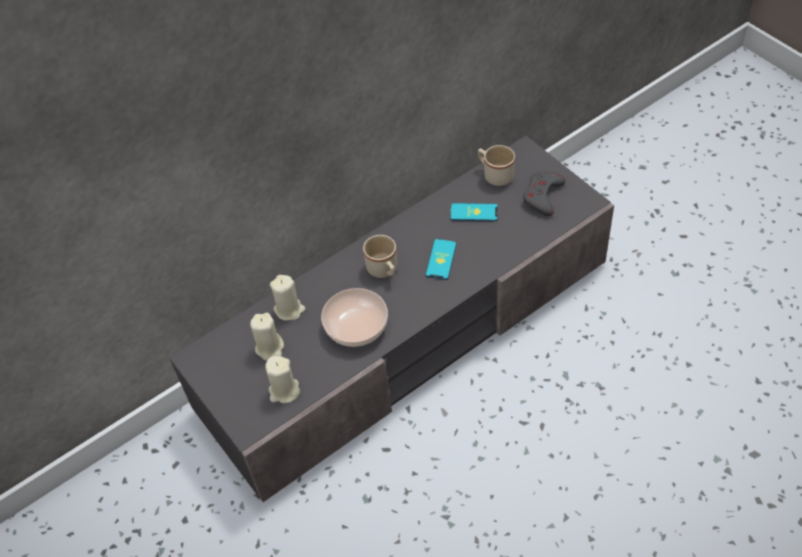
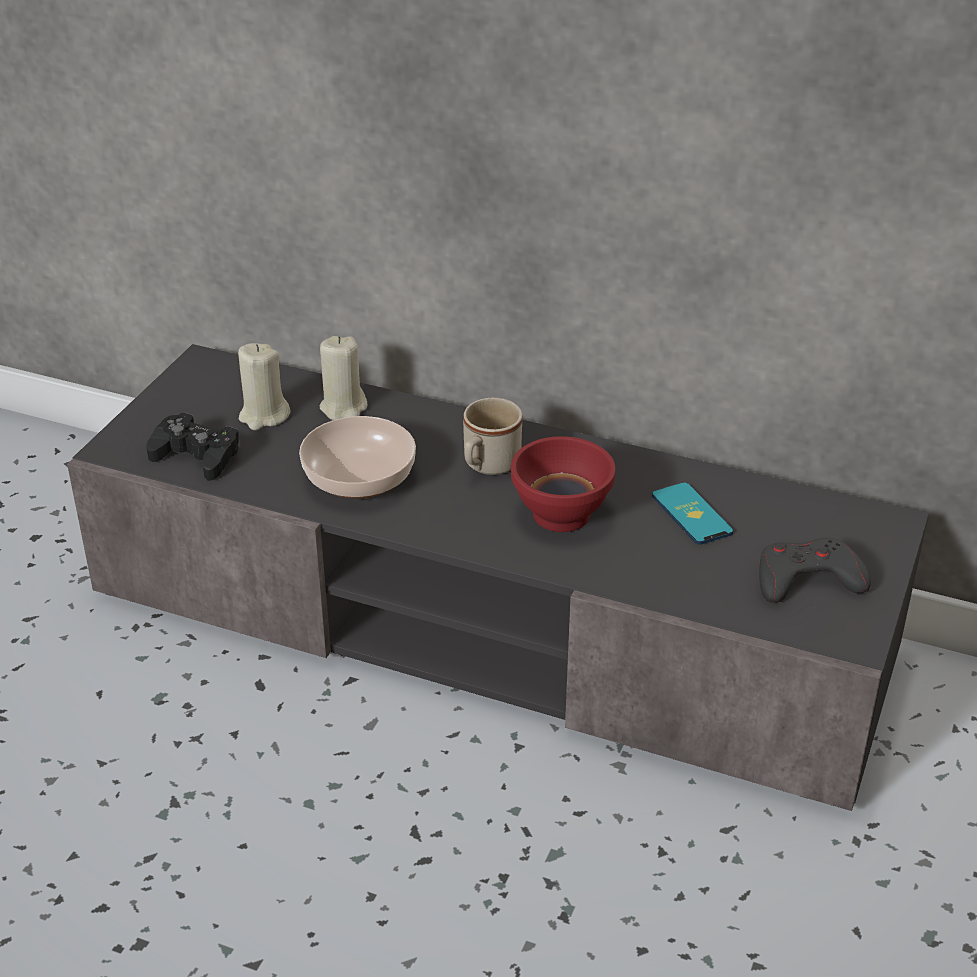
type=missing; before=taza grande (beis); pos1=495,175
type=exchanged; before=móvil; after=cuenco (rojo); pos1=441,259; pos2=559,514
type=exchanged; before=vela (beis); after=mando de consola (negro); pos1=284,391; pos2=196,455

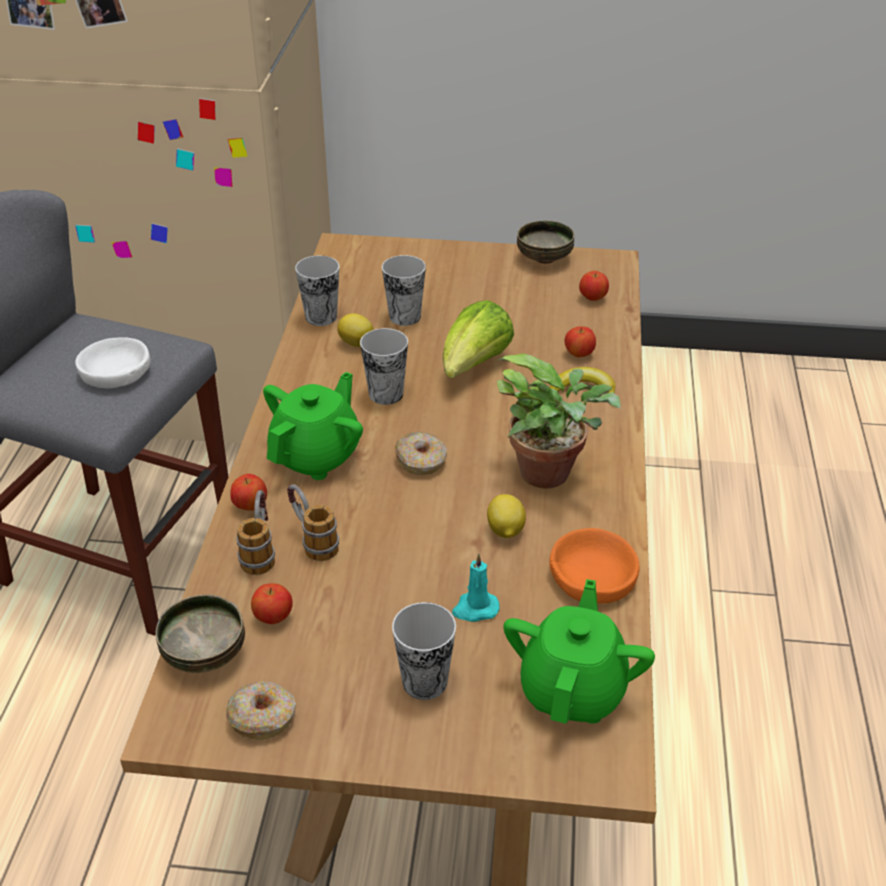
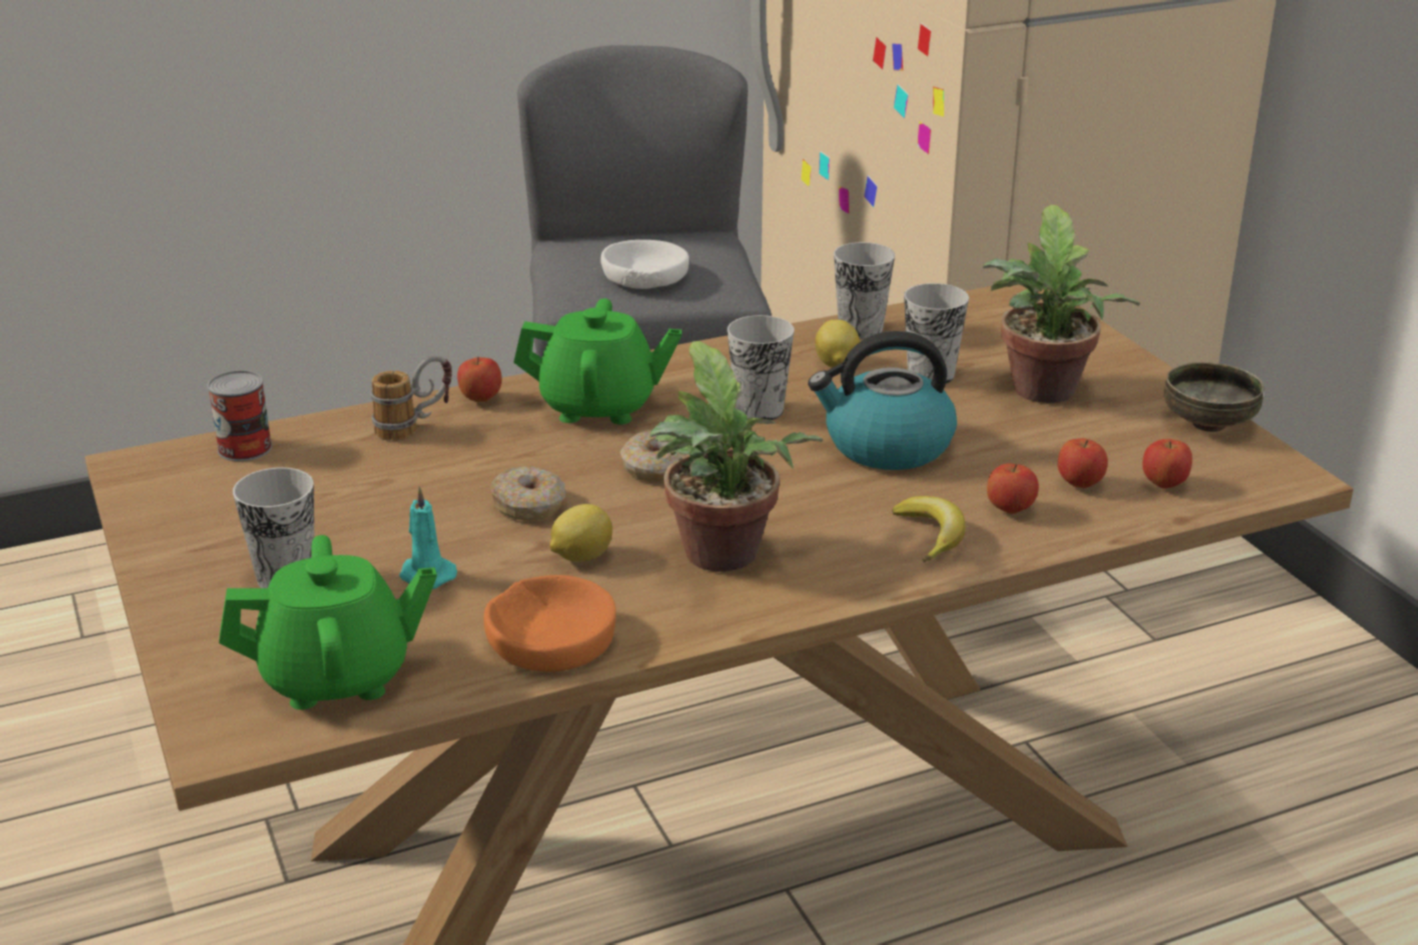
type=exchanged; before=lechuga; after=hervidor; pos1=474,366; pos2=886,446
type=missing; before=taza grande; pos1=312,540
type=relocated; before=manzana; pos1=273,617; pos2=1080,484
type=exchanged; before=cuenco; after=lata; pos1=205,653; pos2=245,448
type=relocated; before=rosquilla; pos1=263,717; pos2=530,505
type=appeared; after=planta en maceta; pos2=1043,393

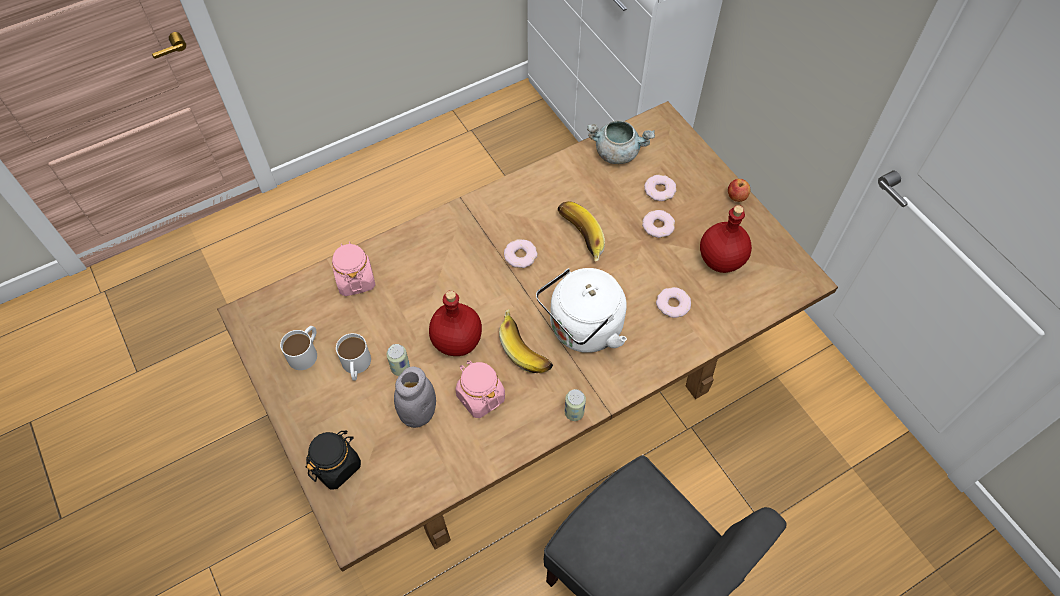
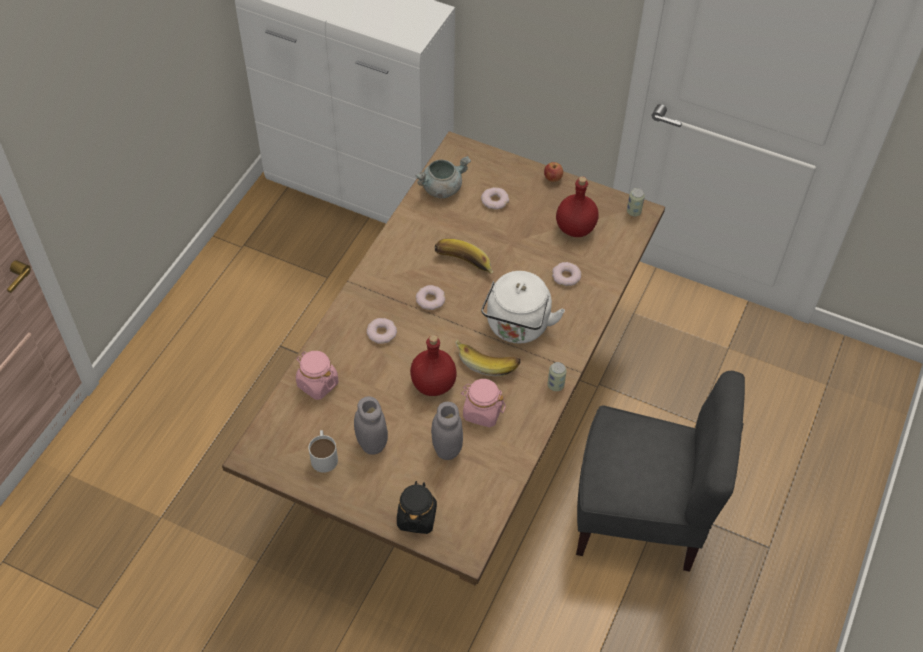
type=relocated; before=rosquilla; pos1=658,226; pos2=381,333
type=exchanged; before=taza grande (blanco); after=tarro (gris); pos1=356,366; pos2=372,443
type=relocated; before=lata; pos1=400,368; pos2=633,211

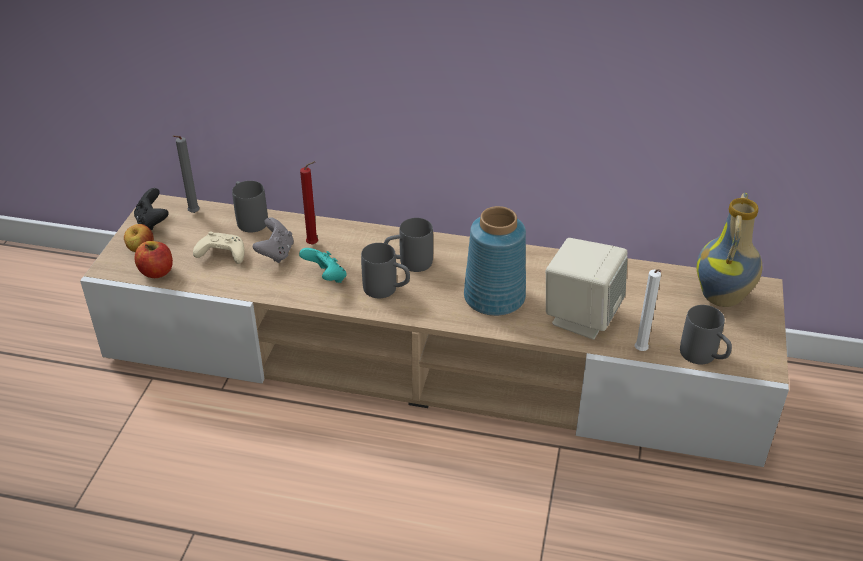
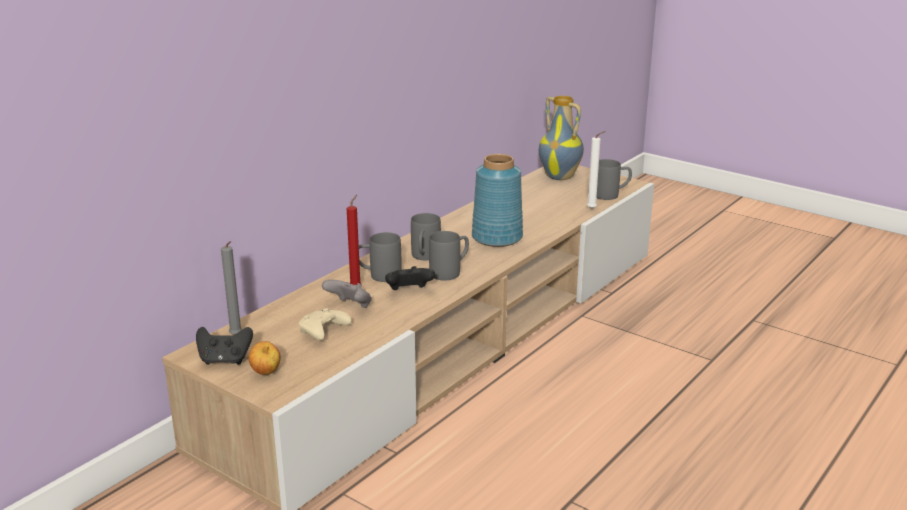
type=relocated; before=taza grande (gris); pos1=249,219; pos2=378,276
type=missing; before=altavoz (beis); pos1=581,316
type=missing; before=manzana; pos1=156,272
type=colour; before=mando de consola (turquesa); after=mando de consola (negro); pos1=326,278; pos2=409,292

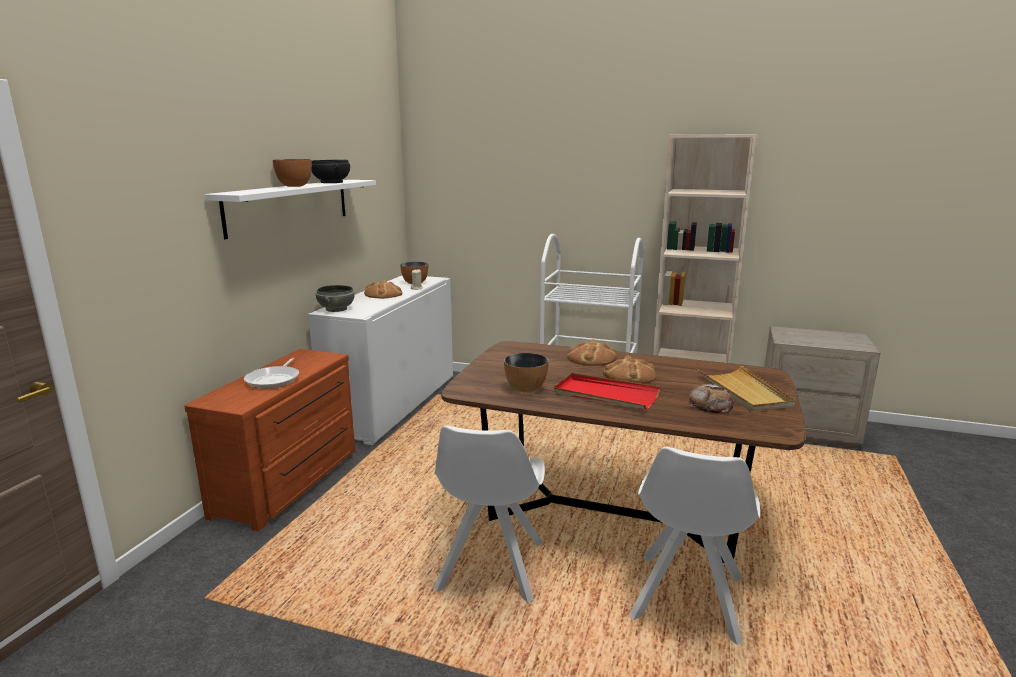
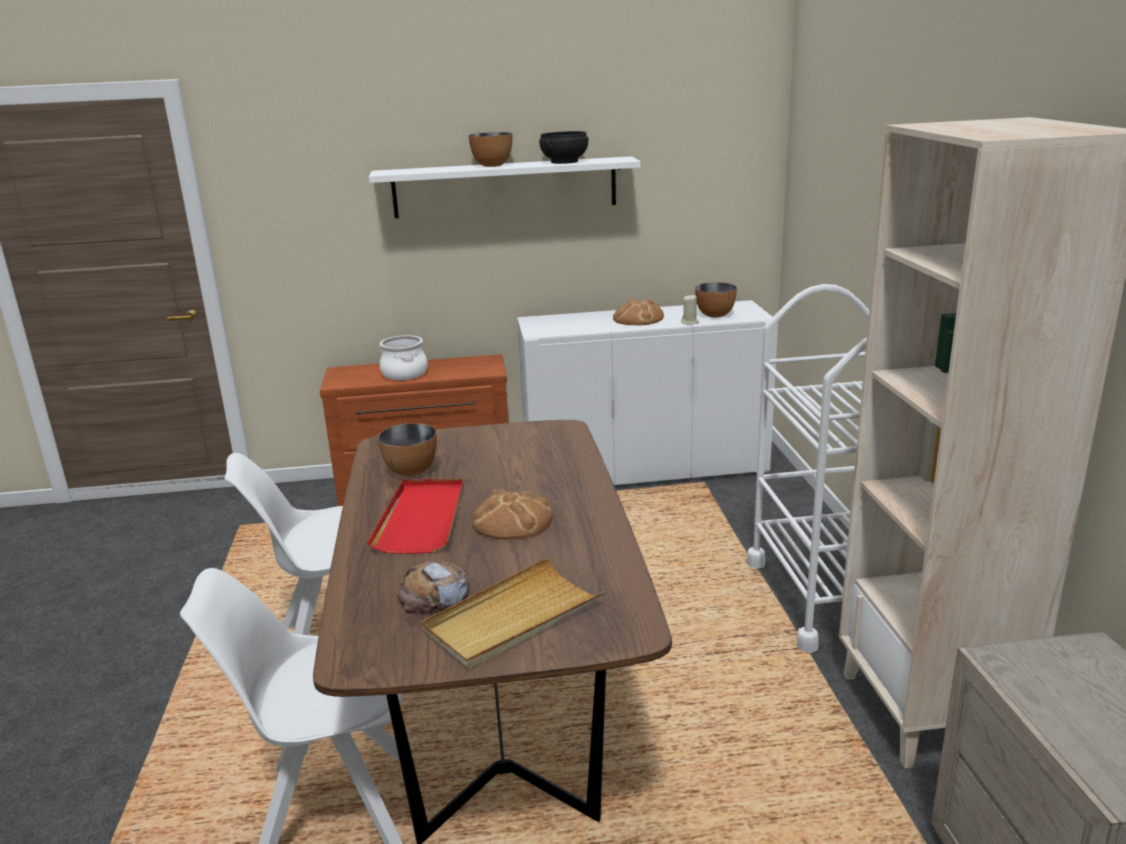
type=missing; before=cuenco (gris); pos1=336,309
type=missing; before=pan; pos1=591,358
type=exchanged; before=sartén; after=olla; pos1=274,380; pos2=405,373

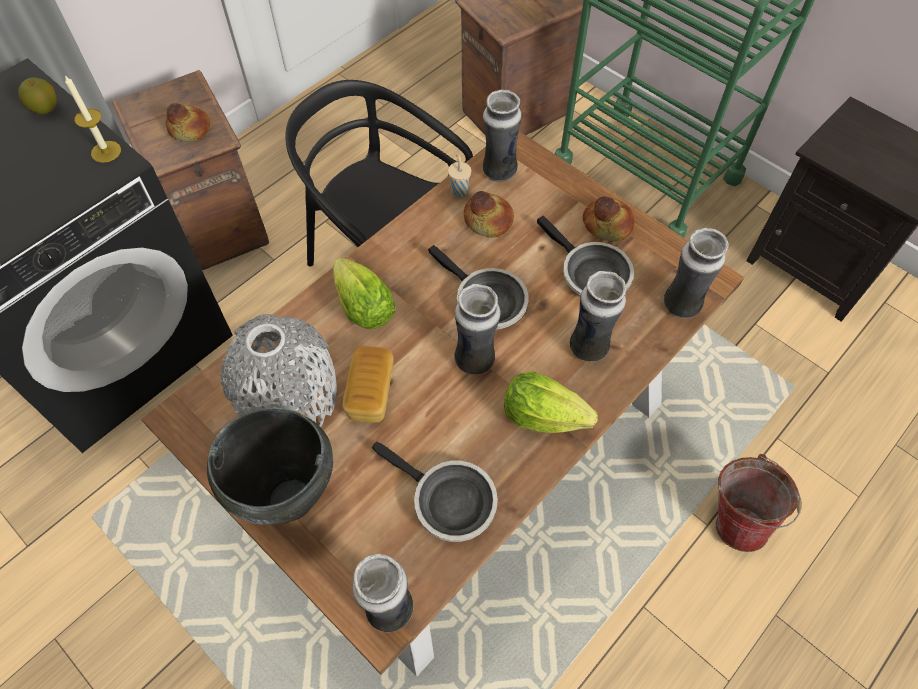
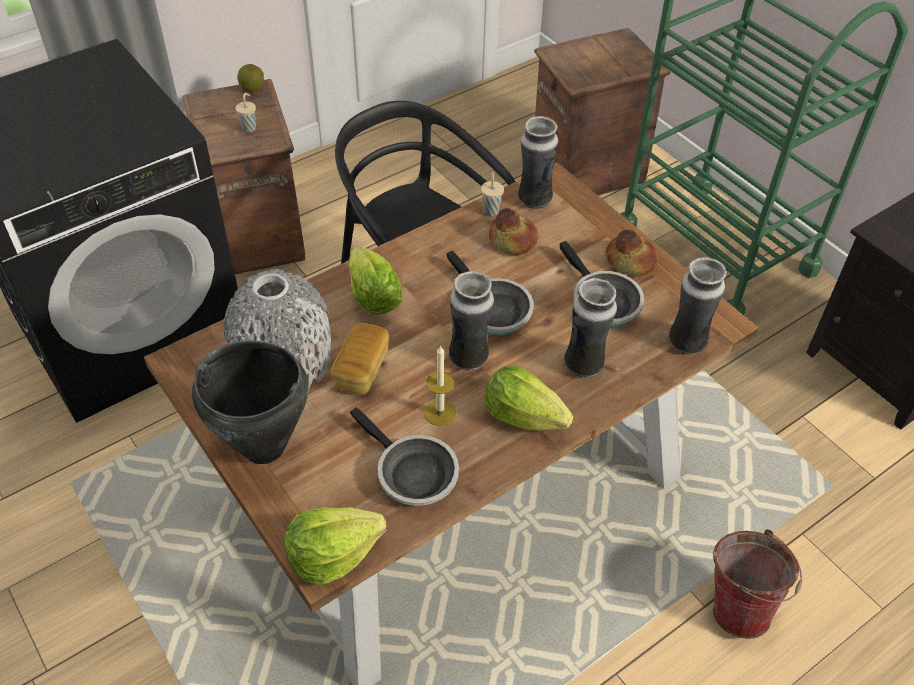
type=relocated; before=vela; pos1=106,151; pos2=440,413
type=relocated; before=manzana; pos1=45,108; pos2=252,89
type=exchanged; before=pan; after=taza (beis); pos1=190,129; pos2=249,128
type=exchanged; before=florero; after=lechuga; pos1=389,609; pos2=332,554

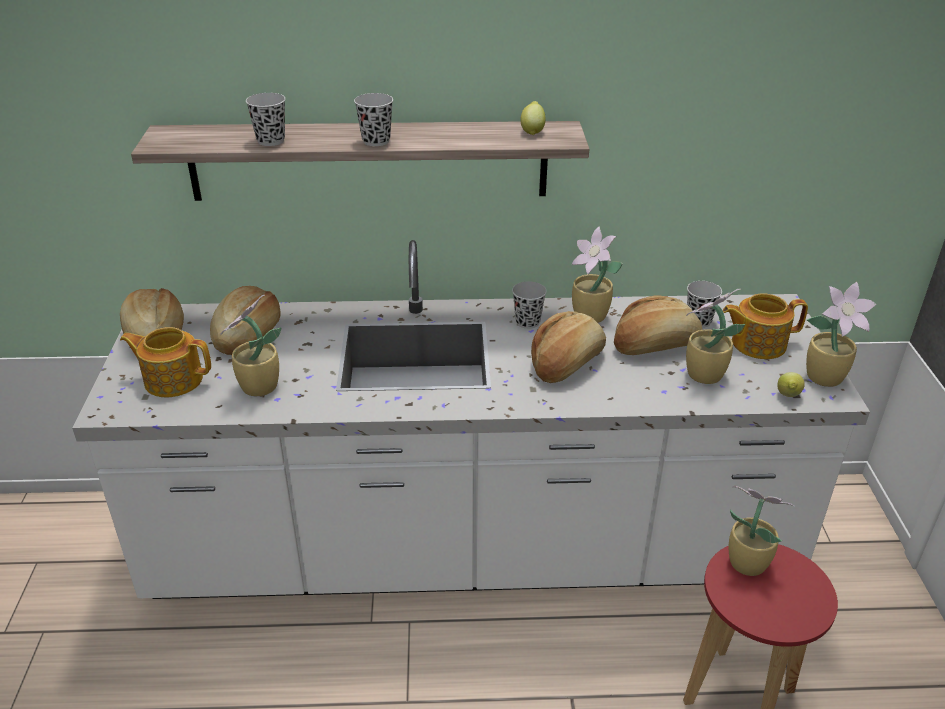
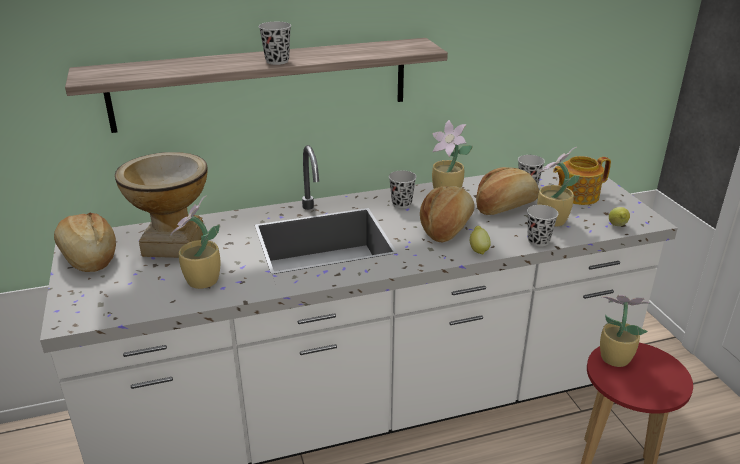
type=relocated; before=taza (negro); pos1=271,141; pos2=538,241
type=relocated; before=limón; pos1=532,131; pos2=478,250
type=missing; before=planta en maceta; pos1=826,378
type=exchanged; before=pan; after=florero; pos1=248,335; pos2=174,243
type=missing; before=tetera; pos1=172,379

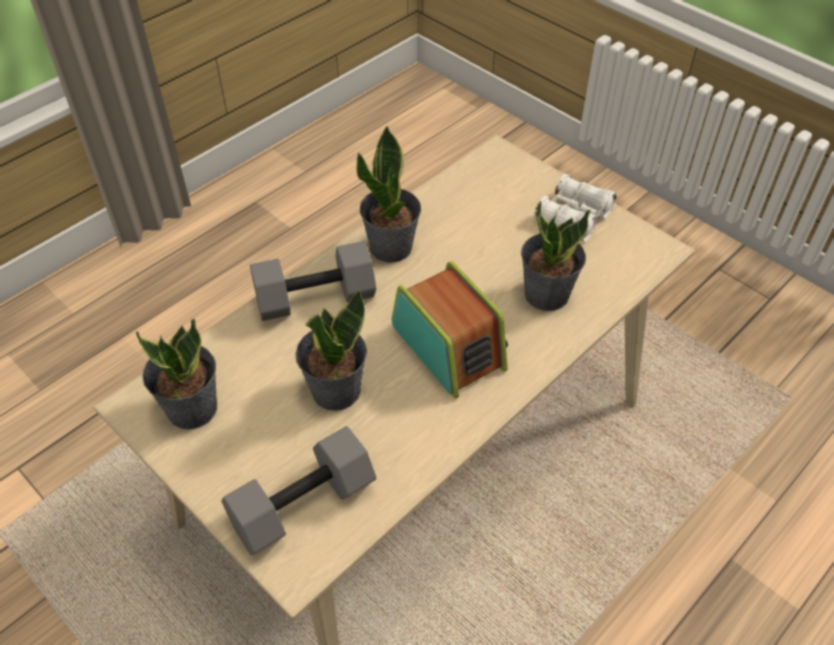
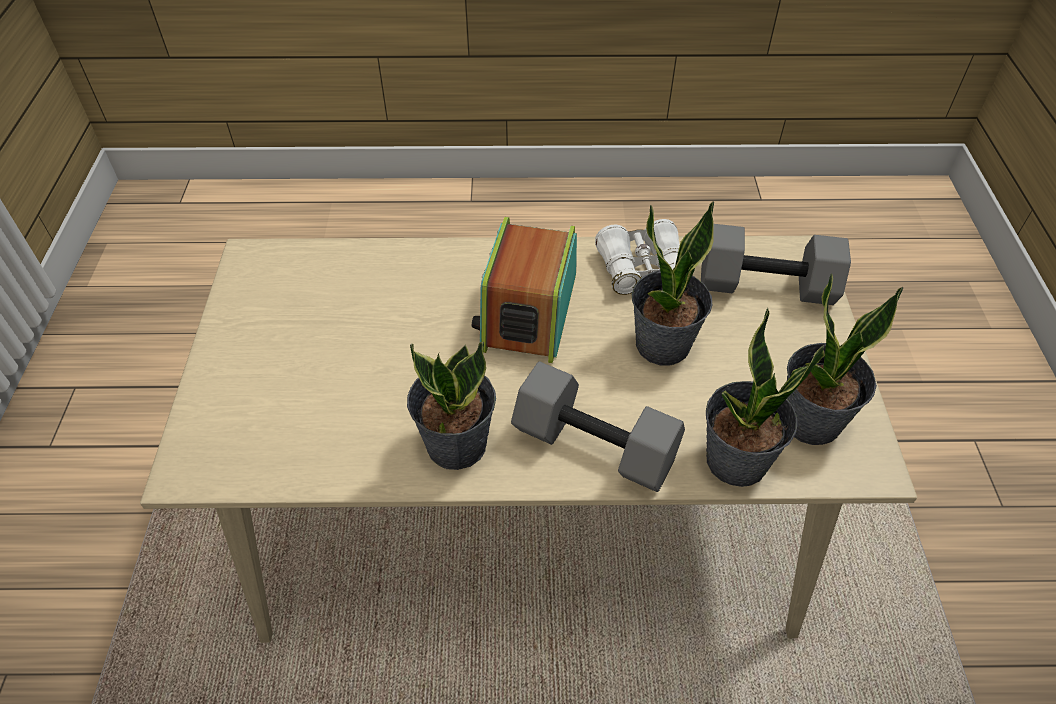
type=relocated; before=prismáticos (blanco); pos1=573,217; pos2=641,269
type=relocated; before=planta en maceta; pos1=546,293; pos2=736,461

